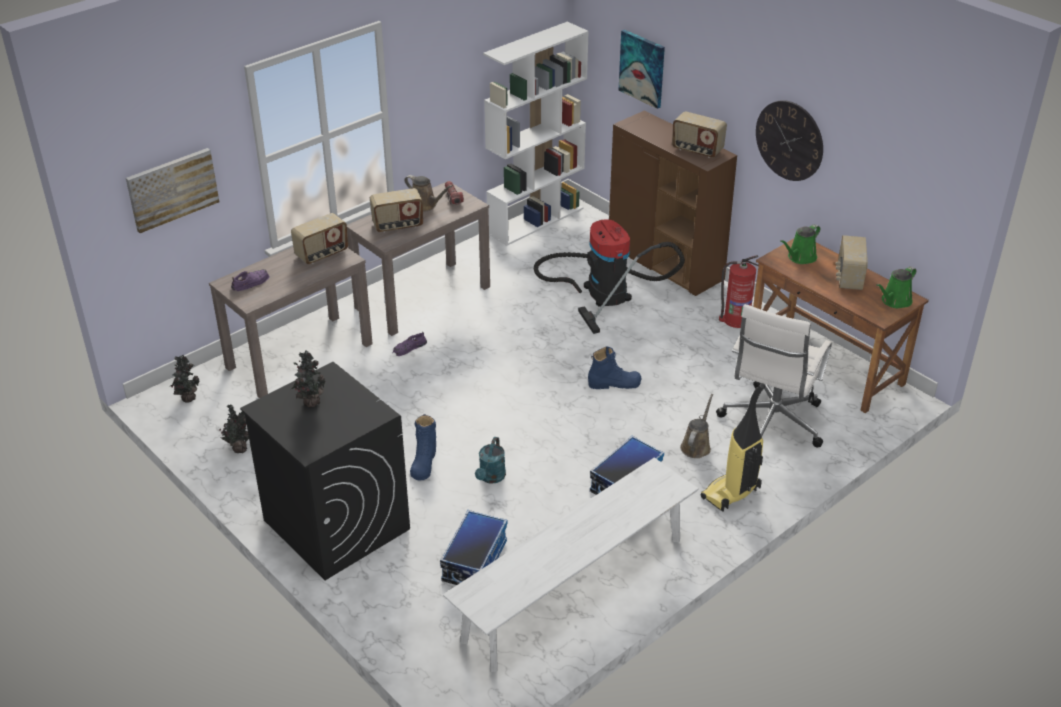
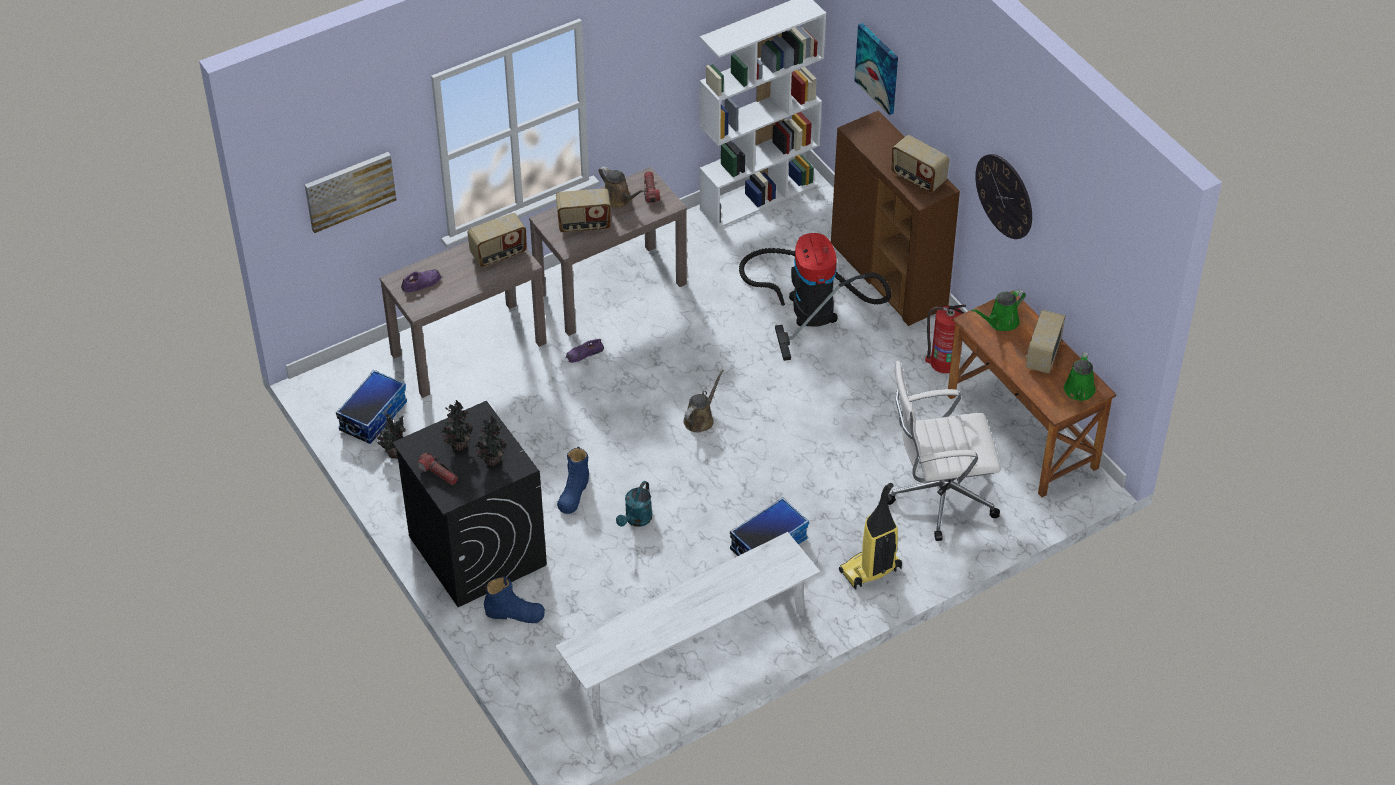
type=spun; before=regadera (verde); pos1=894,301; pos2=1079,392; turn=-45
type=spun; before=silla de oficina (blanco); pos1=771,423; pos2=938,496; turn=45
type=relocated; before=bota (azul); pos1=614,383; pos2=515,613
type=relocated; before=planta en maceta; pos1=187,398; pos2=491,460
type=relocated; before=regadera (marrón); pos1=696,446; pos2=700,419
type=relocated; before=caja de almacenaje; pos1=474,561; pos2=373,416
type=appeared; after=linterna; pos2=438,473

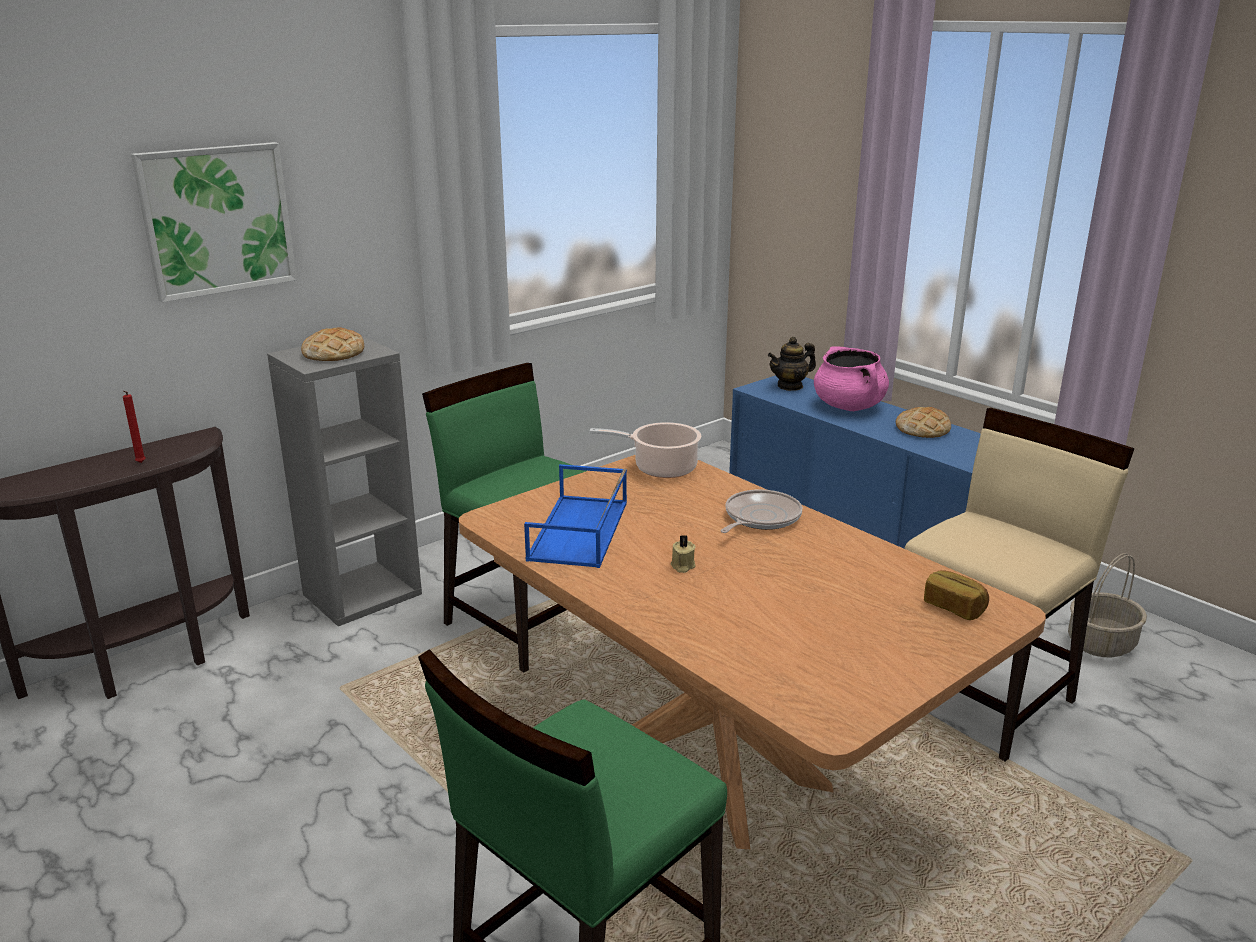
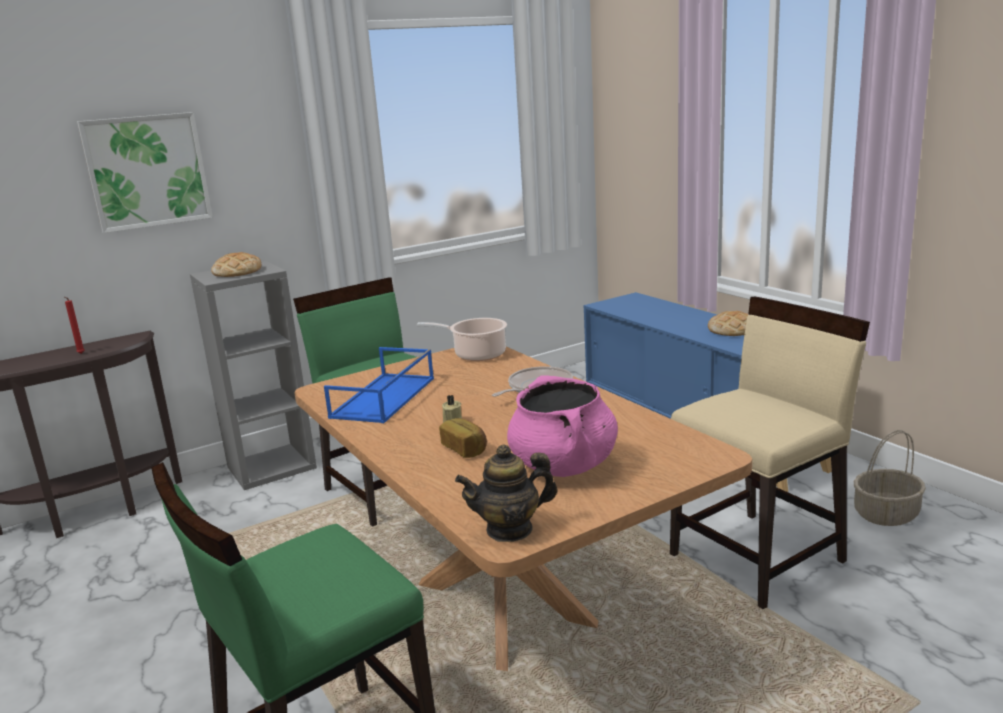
type=relocated; before=tetera; pos1=790,386; pos2=510,529
type=relocated; before=olla (rosa); pos1=849,406; pos2=564,466
type=relocated; before=pan; pos1=954,607; pos2=465,449

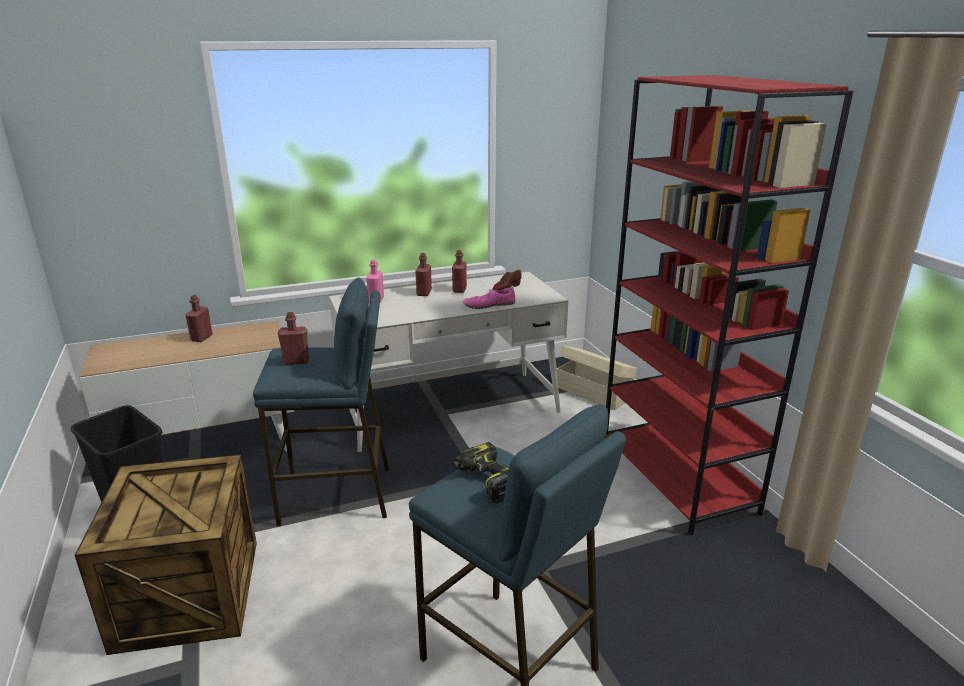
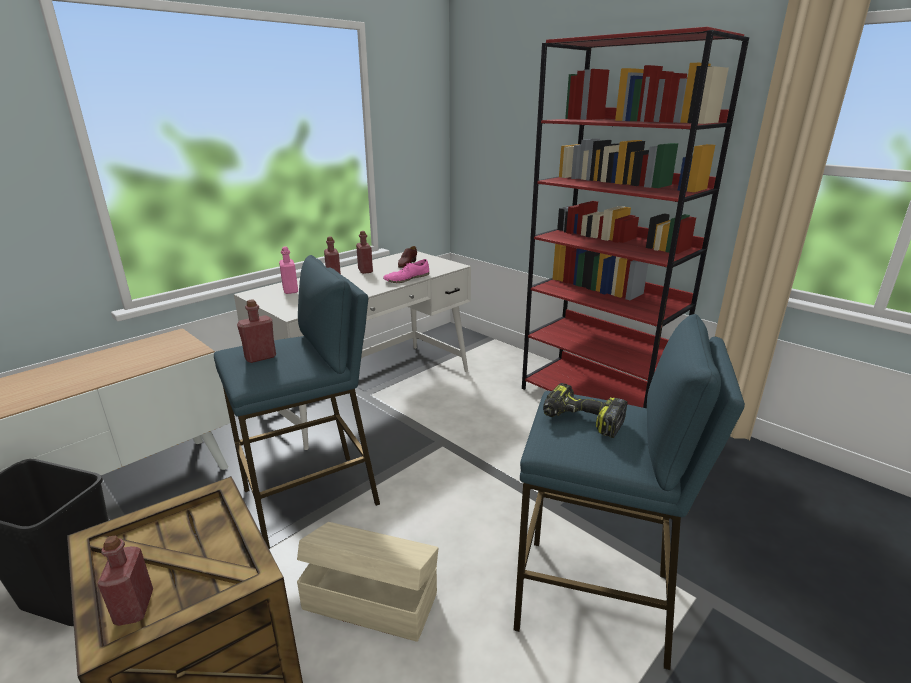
type=relocated; before=botella (rojo); pos1=201,338; pos2=134,607
type=relocated; before=caja de almacenaje (beis); pos1=593,392; pos2=370,599

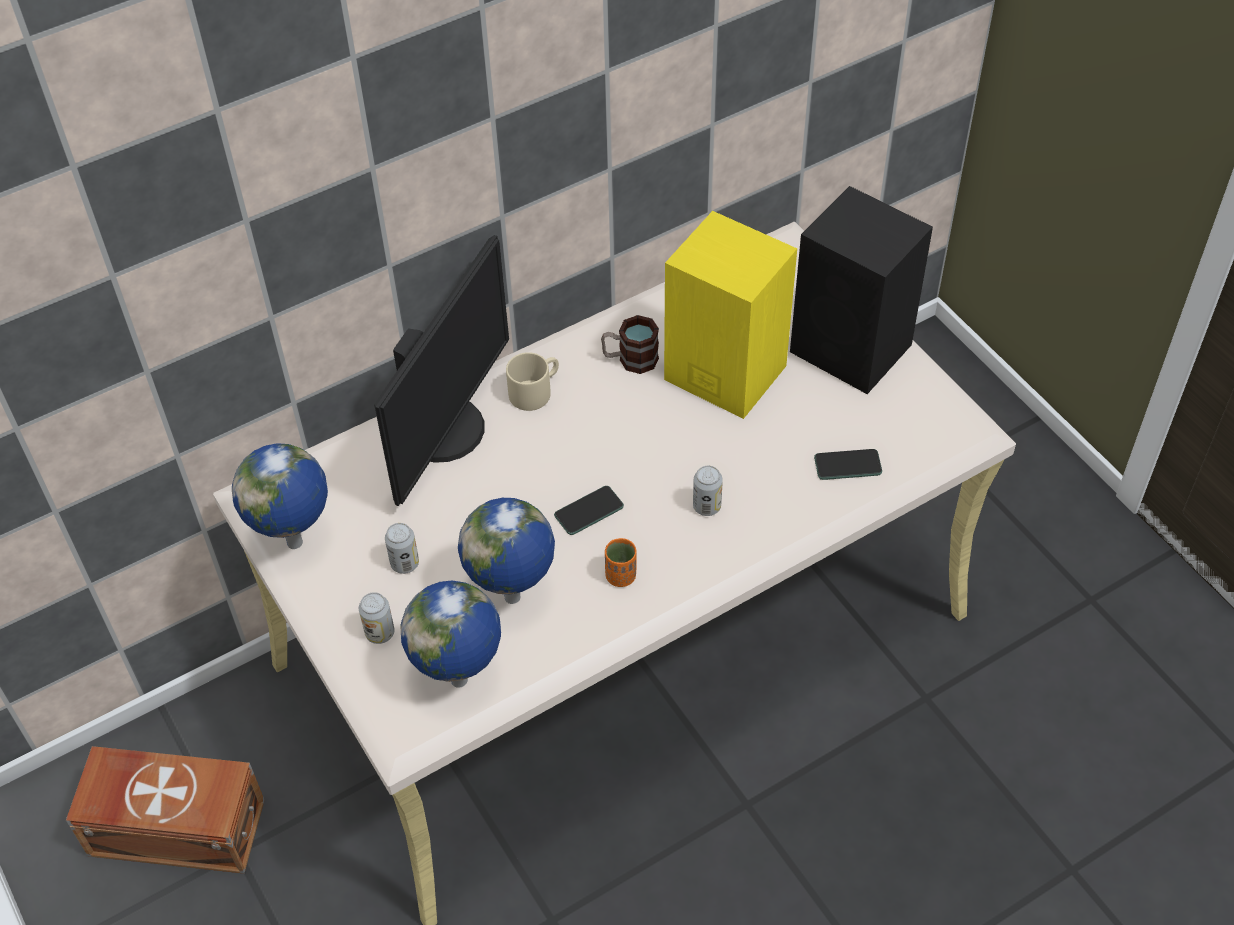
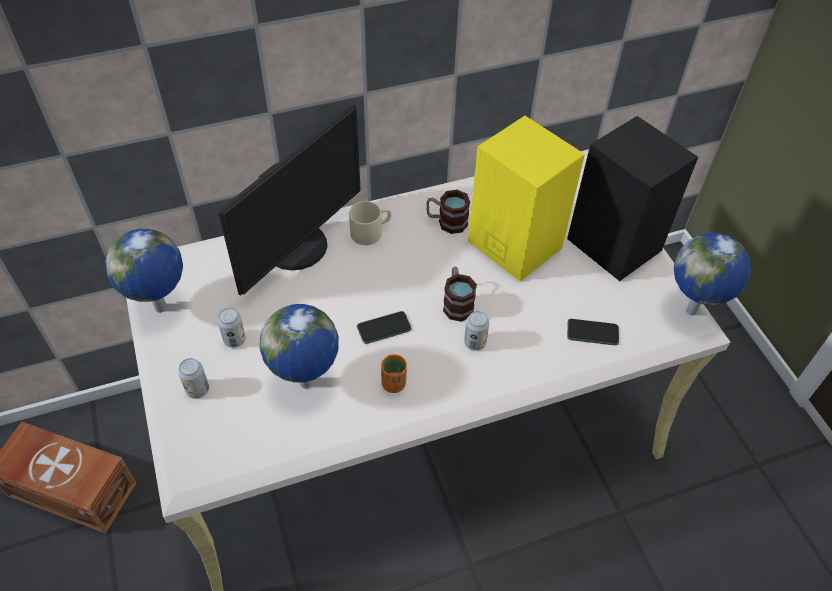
type=relocated; before=globo terráqueo; pos1=461,681; pos2=693,311
type=appeared; after=taza grande; pos2=457,303

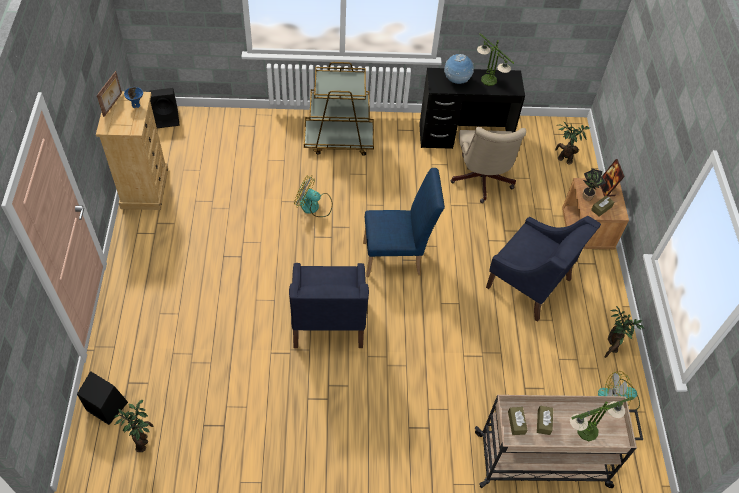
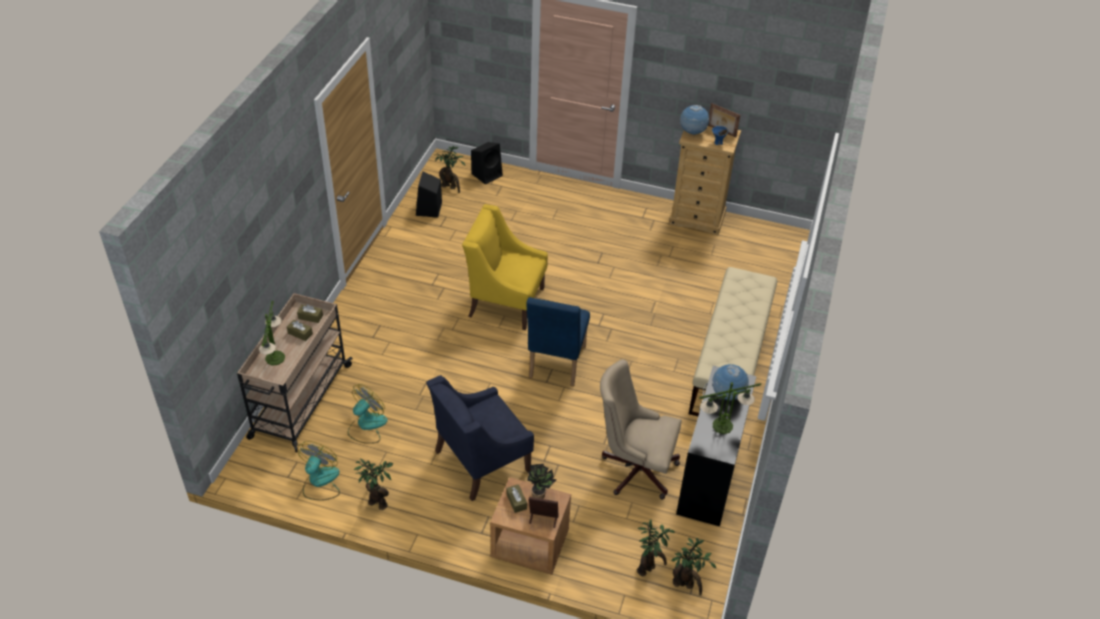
type=exchanged; before=carrito (marrón); after=banco (beis); pos1=339,140; pos2=730,362
type=relocated; before=altavoz (negro); pos1=167,118; pos2=429,210
type=relocated; before=ventilador; pos1=314,206; pos2=367,426
type=colour; before=sillón (azul); after=sillón (amarillo); pos1=328,321; pos2=505,301
type=appeared; after=globo terráqueo; pos2=692,133
type=appeared; after=planta en maceta; pos2=685,585

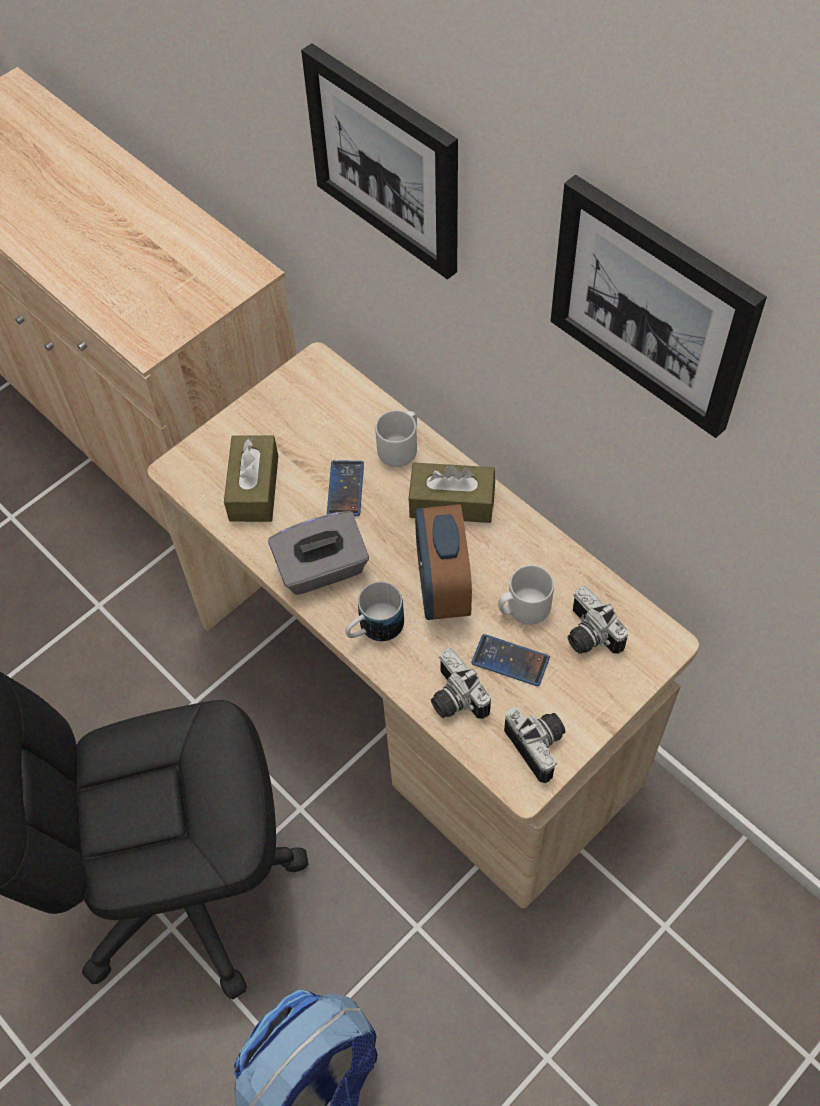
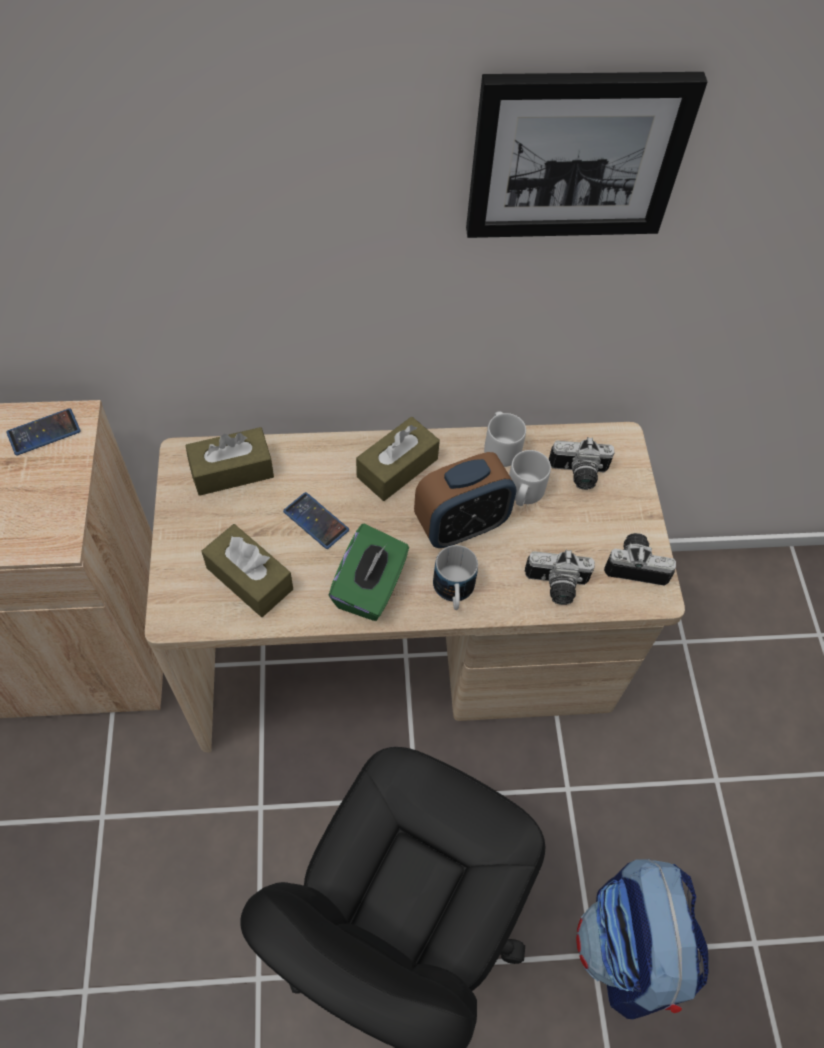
type=missing; before=cuadro; pos1=386,160
type=relocated; before=taza grande (gris); pos1=400,448; pos2=501,448
type=spun; before=despertador; pos1=443,587; pos2=461,525; turn=-60
type=colour; before=caja de pañuelos (gris); after=caja de pañuelos (verde); pos1=322,569; pos2=370,587
type=relocated; before=móvil; pos1=510,660; pos2=44,432
type=appeared; after=caja de pañuelos (marrón); pos2=232,470

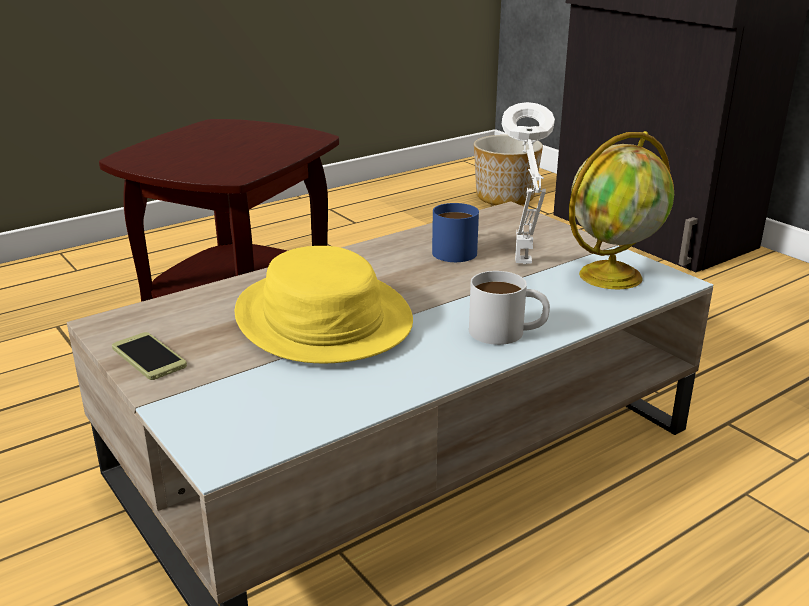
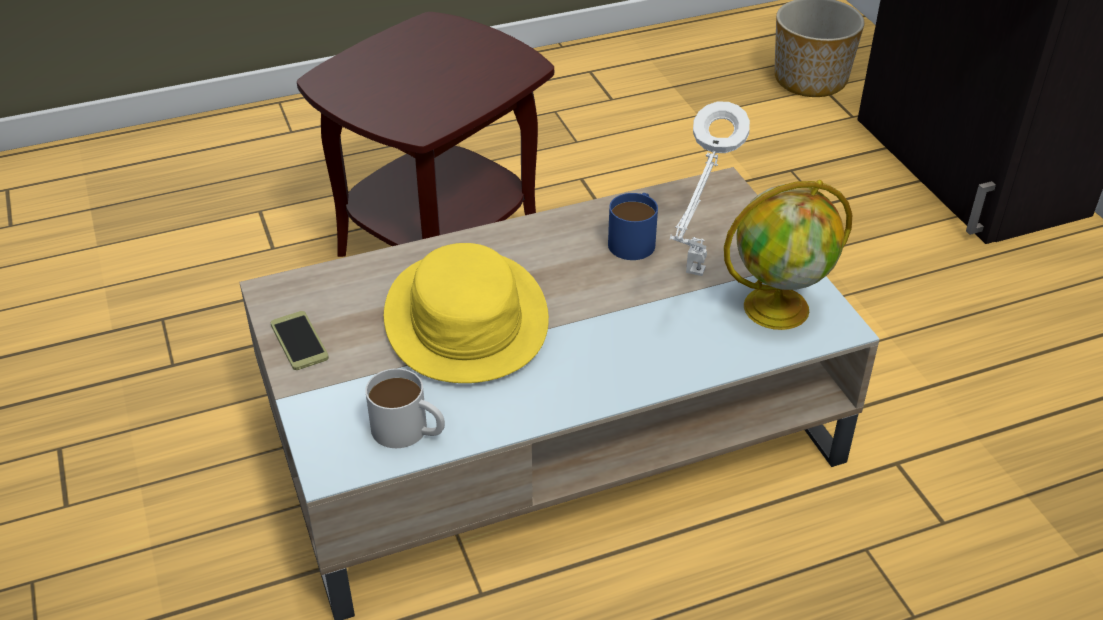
type=relocated; before=taza grande (blanco); pos1=507,332; pos2=409,431

